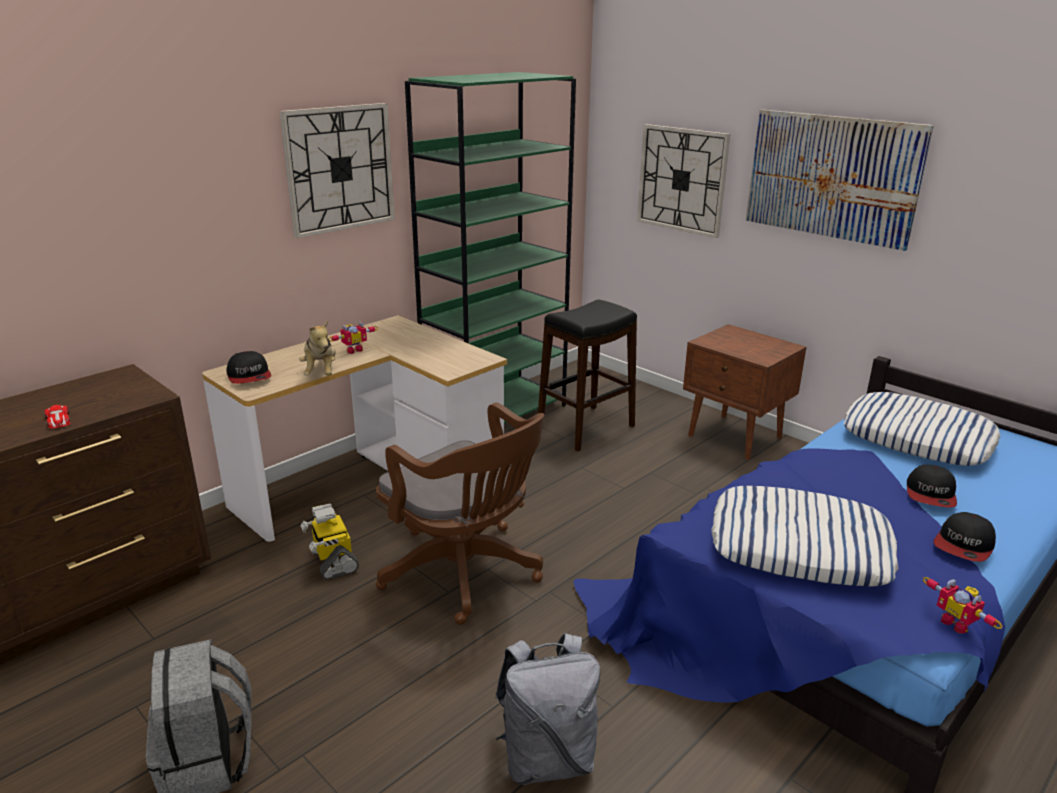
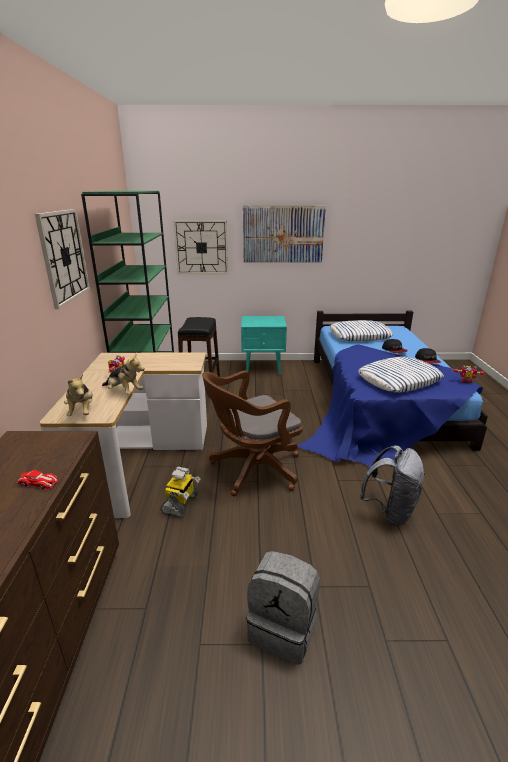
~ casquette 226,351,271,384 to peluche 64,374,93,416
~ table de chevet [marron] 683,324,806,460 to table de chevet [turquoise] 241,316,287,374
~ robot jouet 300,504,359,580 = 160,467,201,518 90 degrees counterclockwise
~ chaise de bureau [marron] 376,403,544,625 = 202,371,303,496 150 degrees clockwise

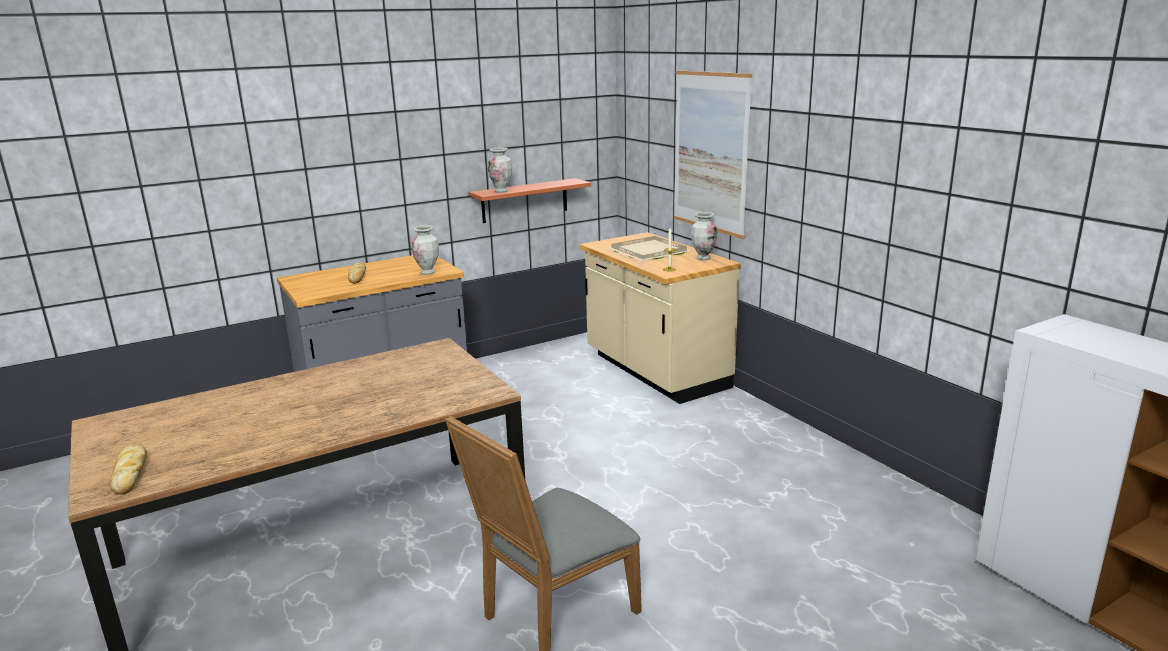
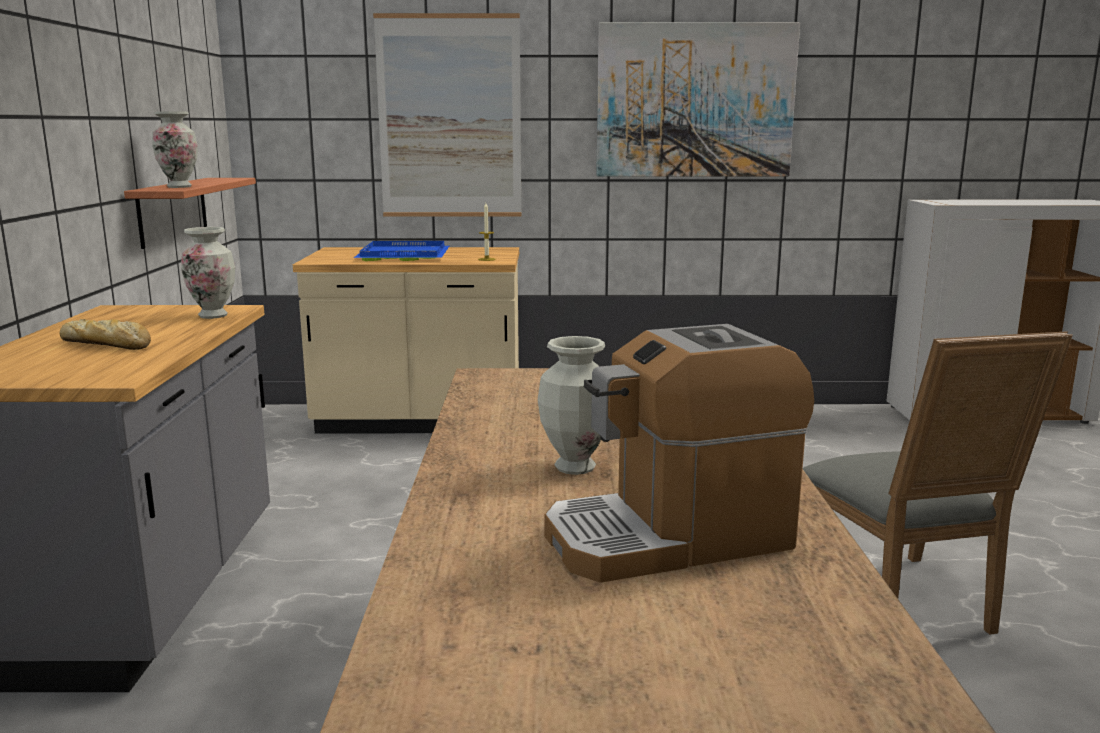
- pain 109,445,147,494
+ machine à café 544,324,814,583
+ tableau 596,22,800,176
~ vase 691,212,717,260 to 538,336,605,475
~ plateau [beige] 608,236,692,261 to plateau [bleu] 354,241,449,261

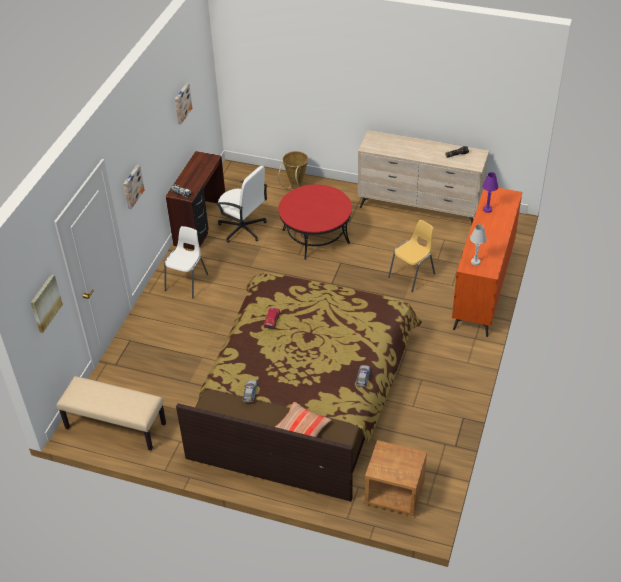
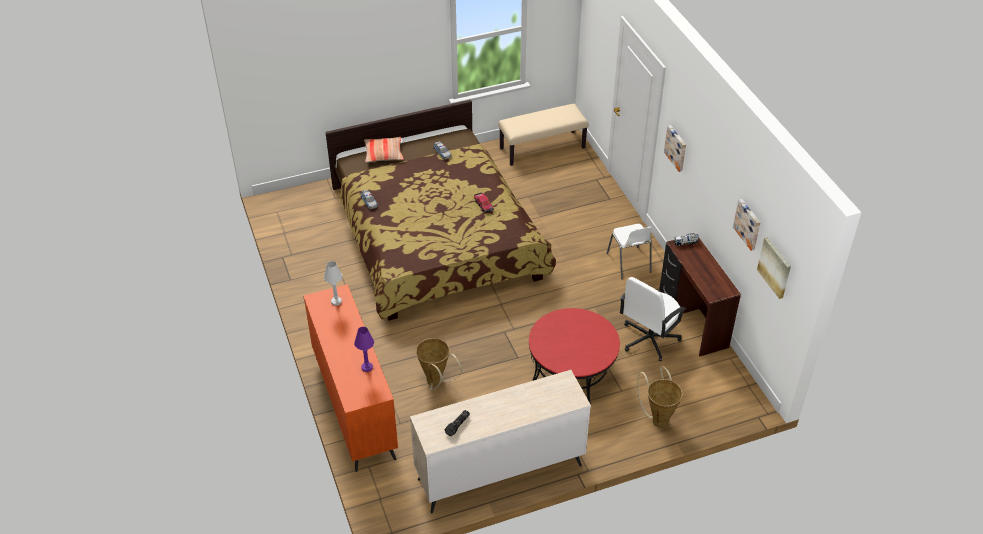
- table de chevet [marron] 364,440,427,516
~ tableau 31,274,63,333 to 757,237,791,299
~ chaise [jaune] 388,220,435,292 to panier 416,338,462,390
~ chaise de bureau [blanc] 216,166,267,243 = 620,277,686,361 45 degrees counterclockwise

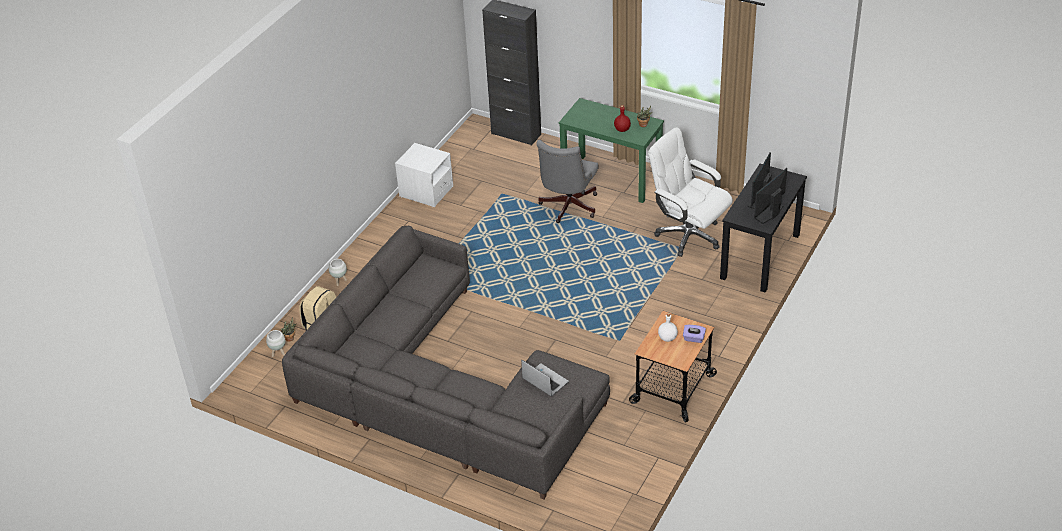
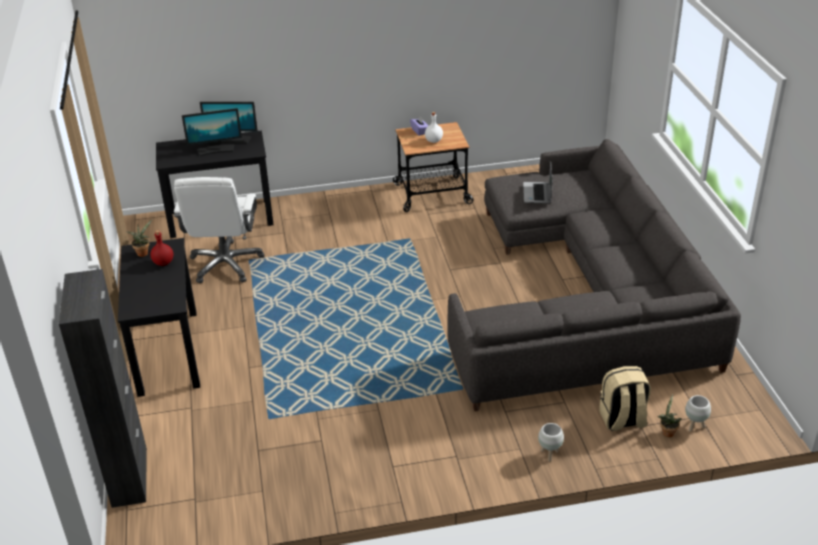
- table de chevet [blanc] 395,143,453,207
- chaise de bureau [gris] 536,140,599,223
~ bureau [vert] 558,98,664,203 to bureau [noir] 118,238,200,397

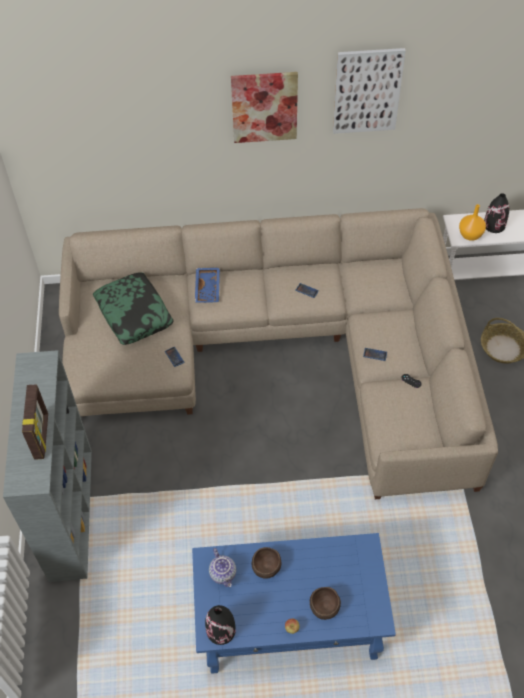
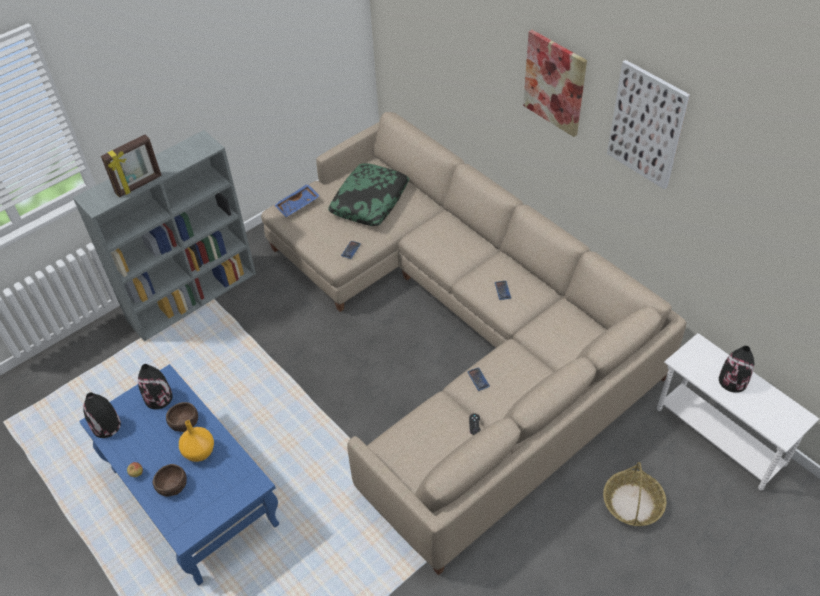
~ plateau [bleu] 195,268,220,303 to 274,184,320,217
~ vase [orange] 459,204,486,241 to 179,420,214,462
~ théière 209,548,236,587 to vase [noir] 138,364,173,409

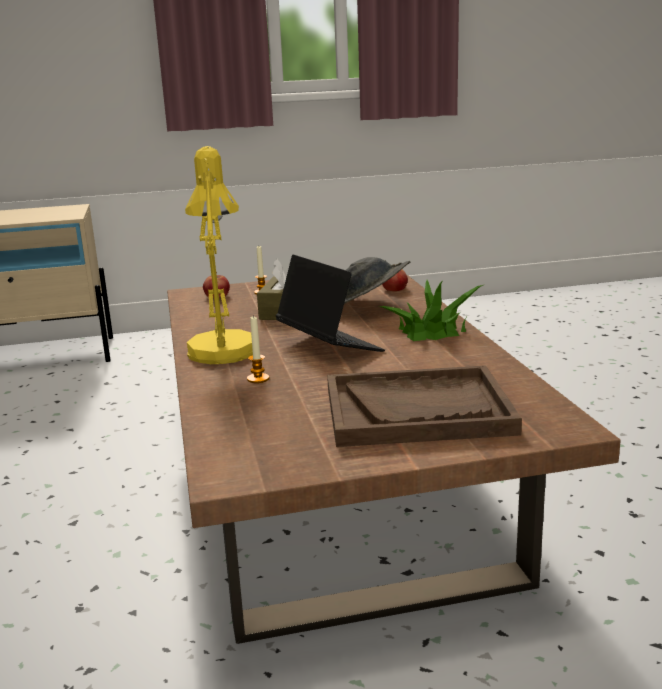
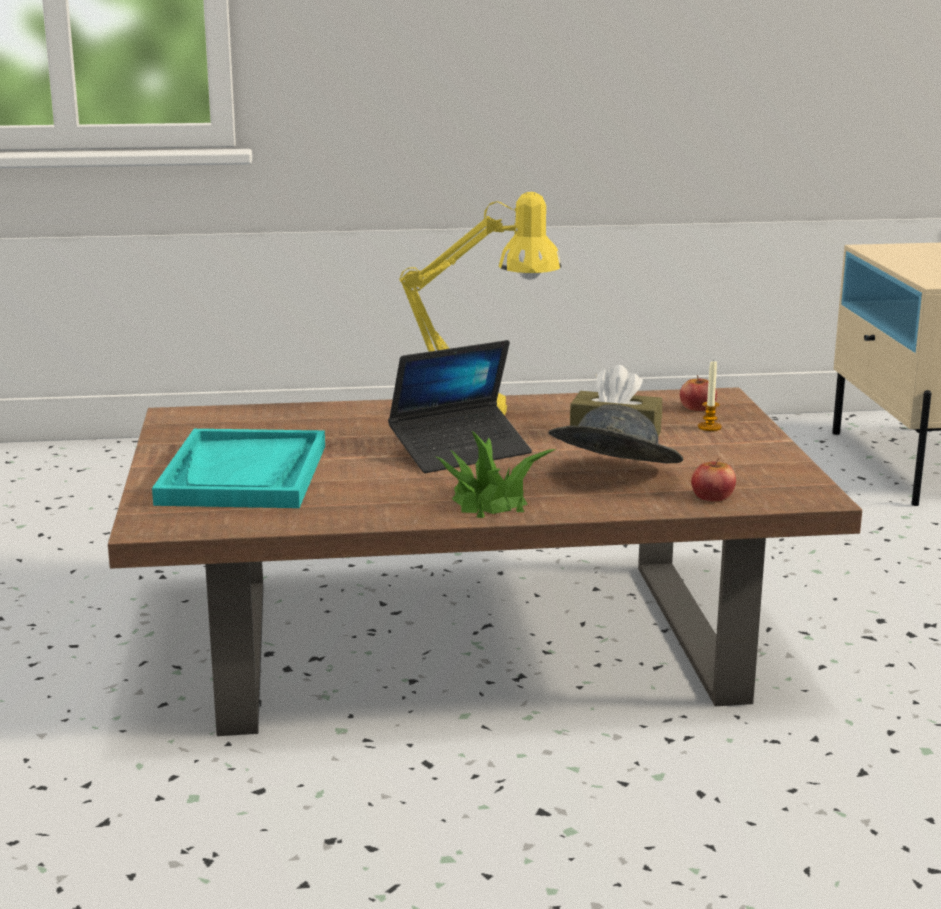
- bougie 247,315,269,383
~ plateau [marron] 327,365,522,447 to plateau [turquoise] 152,429,325,508

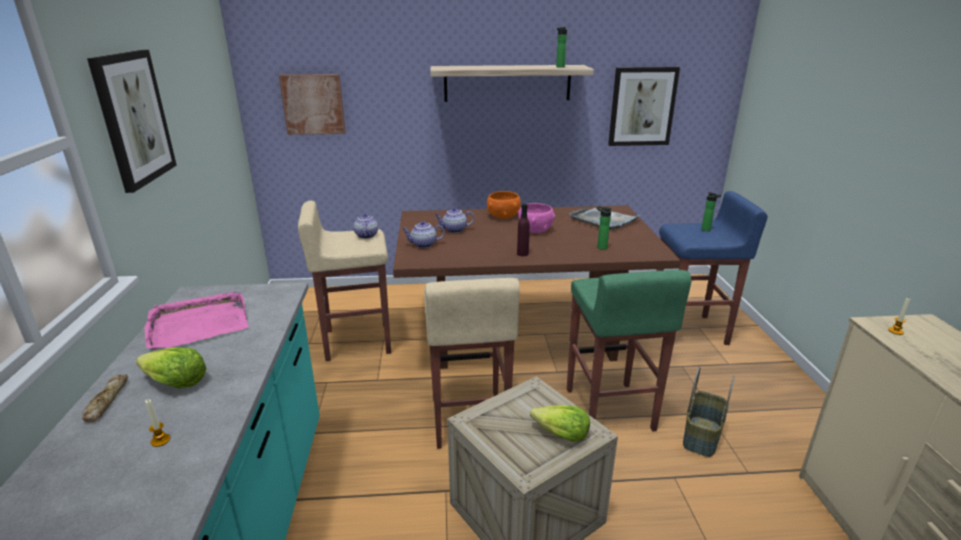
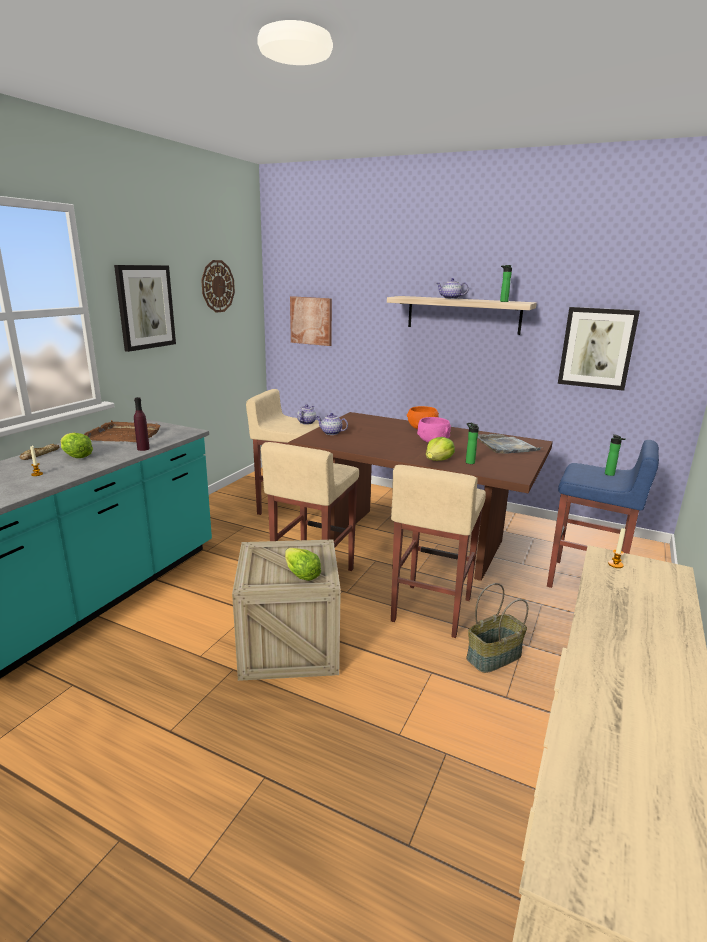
+ horloge murale 201,260,235,313
+ laitue 426,437,455,461
~ théière 435,208,474,233 to 436,278,469,299
~ bouteille [violet] 517,204,530,256 to 134,397,150,451
~ plateau [rose] 145,292,248,350 to plateau [marron] 84,420,161,442
~ tabouret [vert] 567,270,692,432 to tabouret [beige] 391,465,486,638

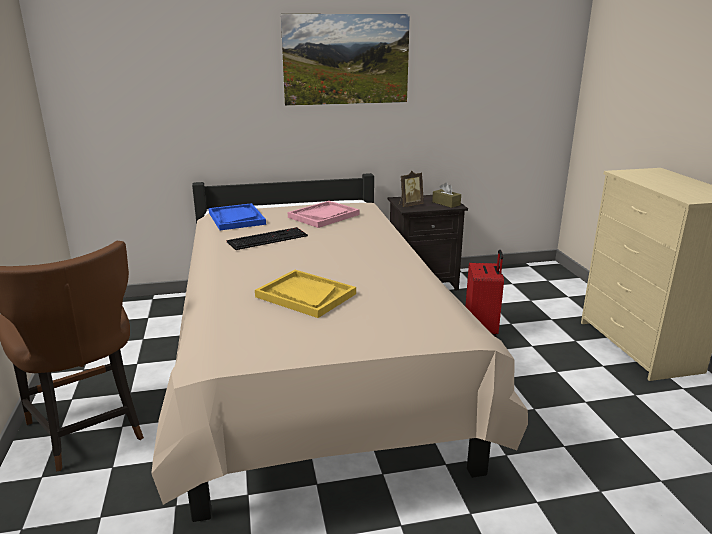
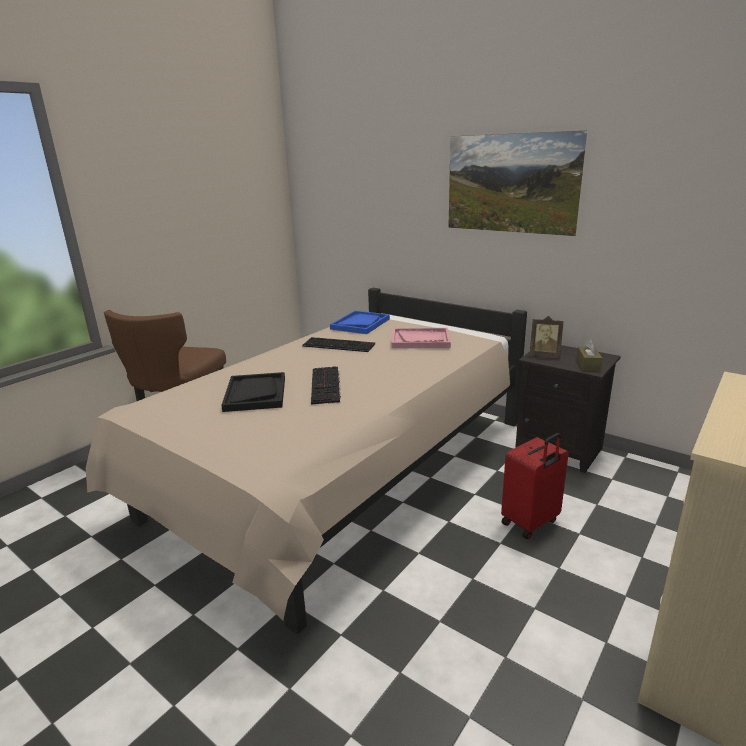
+ clavier 311,366,341,405
~ plateau [jaune] 255,270,356,318 to plateau [noir] 221,372,285,412

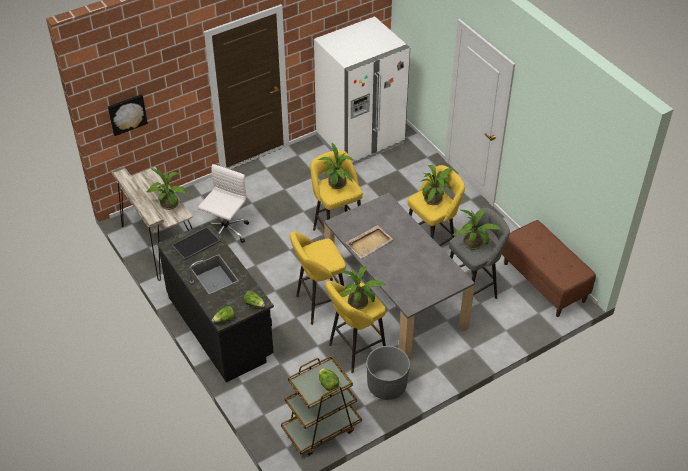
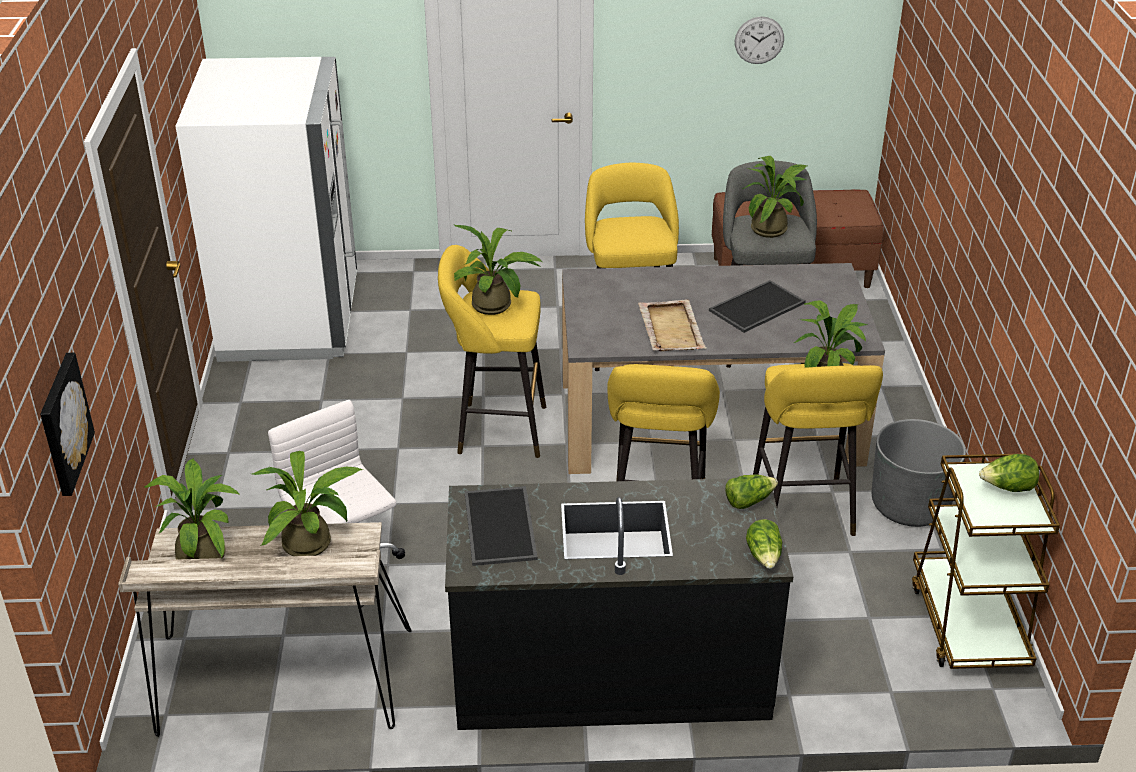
+ plateau 709,280,806,333
+ horloge murale 735,16,784,64
~ plante en pot 420,165,454,205 to 144,458,240,560

